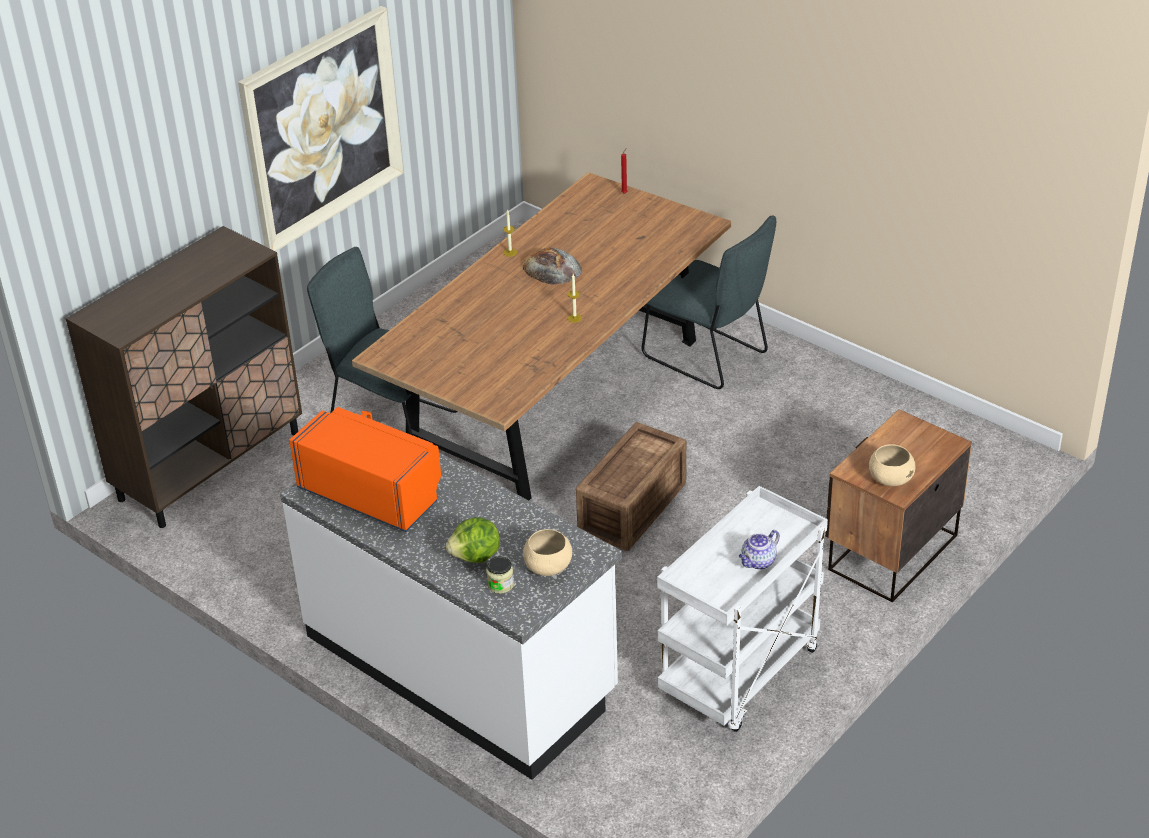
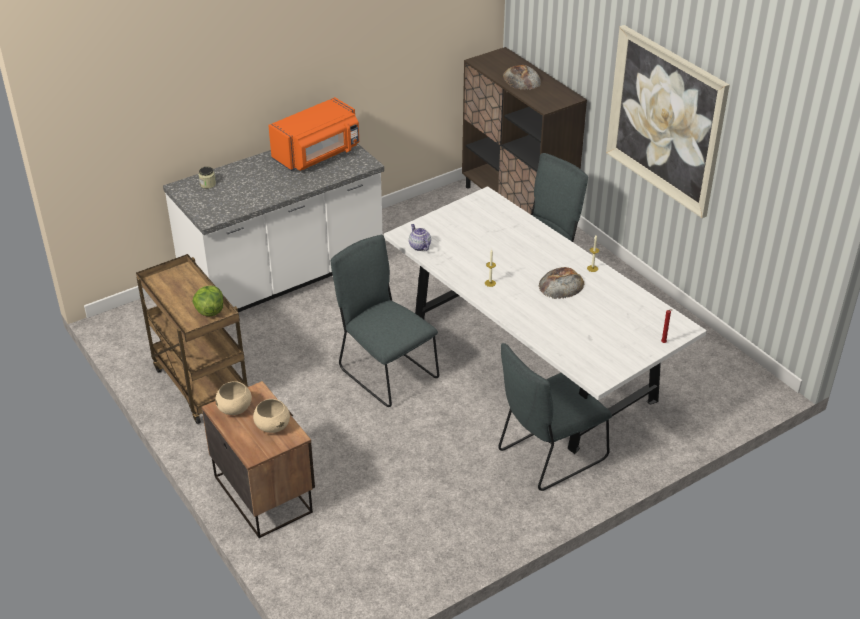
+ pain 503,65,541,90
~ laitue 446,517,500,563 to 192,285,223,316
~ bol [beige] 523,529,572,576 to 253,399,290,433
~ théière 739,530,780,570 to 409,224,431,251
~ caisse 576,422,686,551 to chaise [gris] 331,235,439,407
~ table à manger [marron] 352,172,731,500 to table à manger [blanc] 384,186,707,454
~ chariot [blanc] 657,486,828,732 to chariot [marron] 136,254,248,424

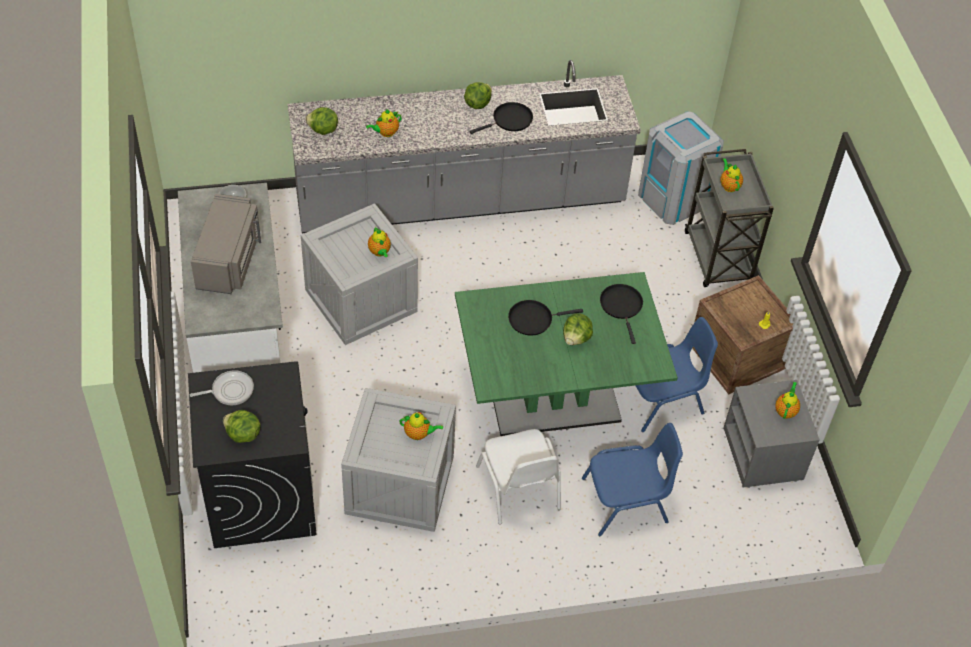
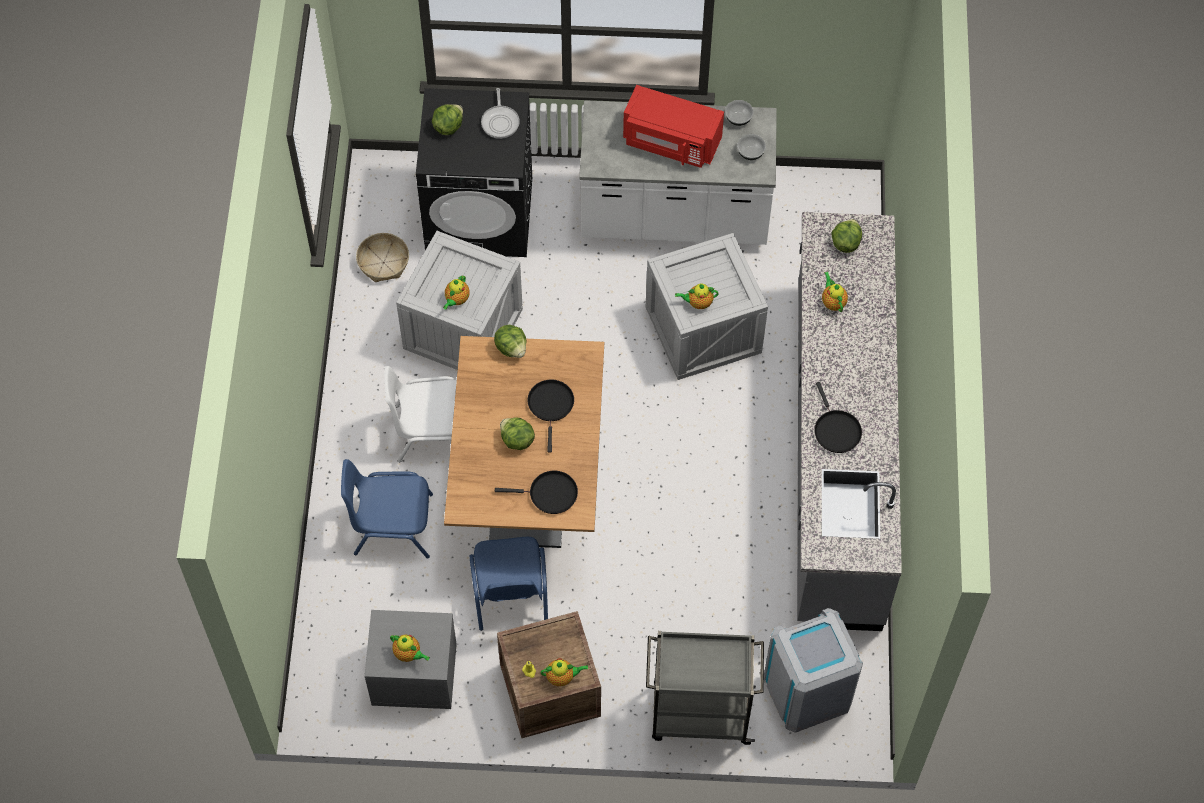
+ panier 356,233,409,282
+ bol 725,100,754,126
~ laitue 464,82,492,109 to 494,325,526,358
~ théière 720,158,743,192 to 540,658,588,686
~ micro-ondes [gris] 191,194,261,294 to micro-ondes [rouge] 623,85,724,168
~ table à manger [vert] 455,272,678,436 to table à manger [marron] 444,336,604,548
~ chaise [bleu] 582,423,683,536 = 341,459,433,559 90 degrees clockwise

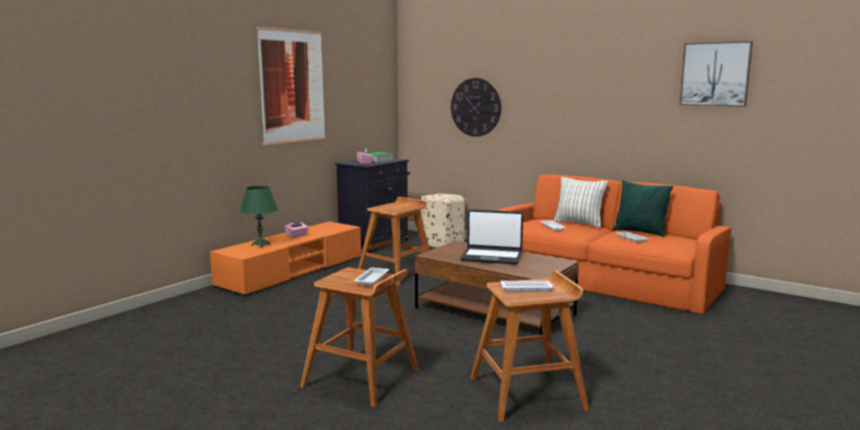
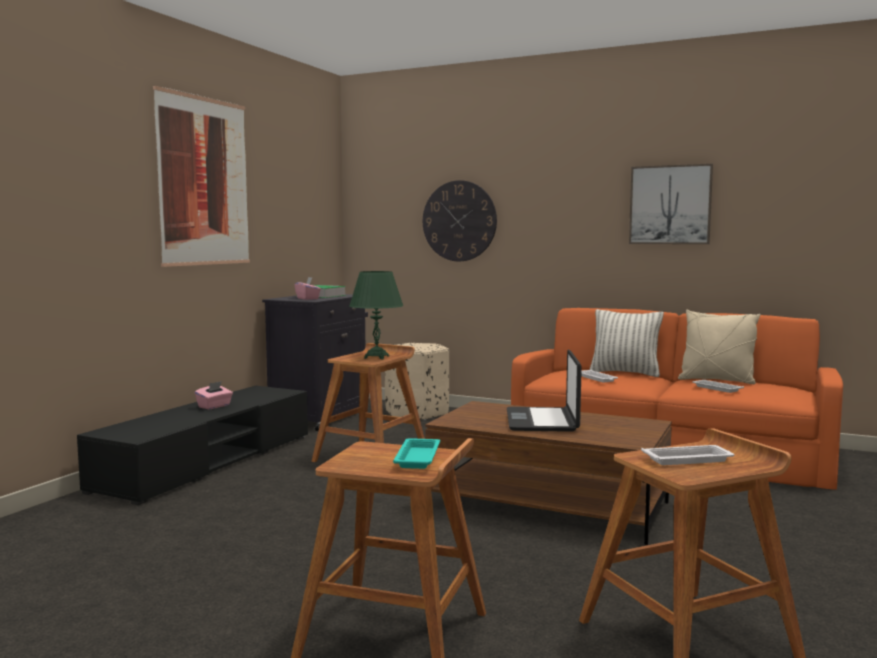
~ lampe de table [vert] 240,186,278,248 to 349,271,403,360
~ tableau 679,41,753,107 to 629,164,713,244
~ meuble télé [orange] 210,221,361,296 to meuble télé [noir] 77,386,308,505
~ plateau [blanc] 354,268,389,286 to plateau [turquoise] 393,438,440,469
~ coussin [vert] 612,180,673,236 to coussin [beige] 678,310,761,384
~ ordinateur portable 460,209,523,264 = 507,350,582,432 90 degrees clockwise

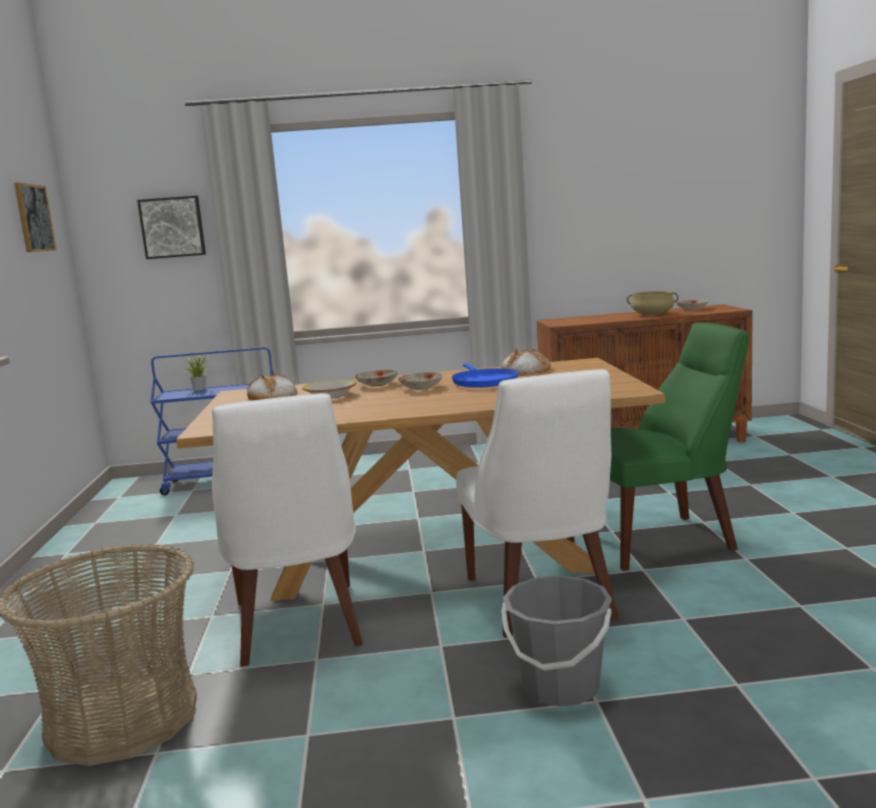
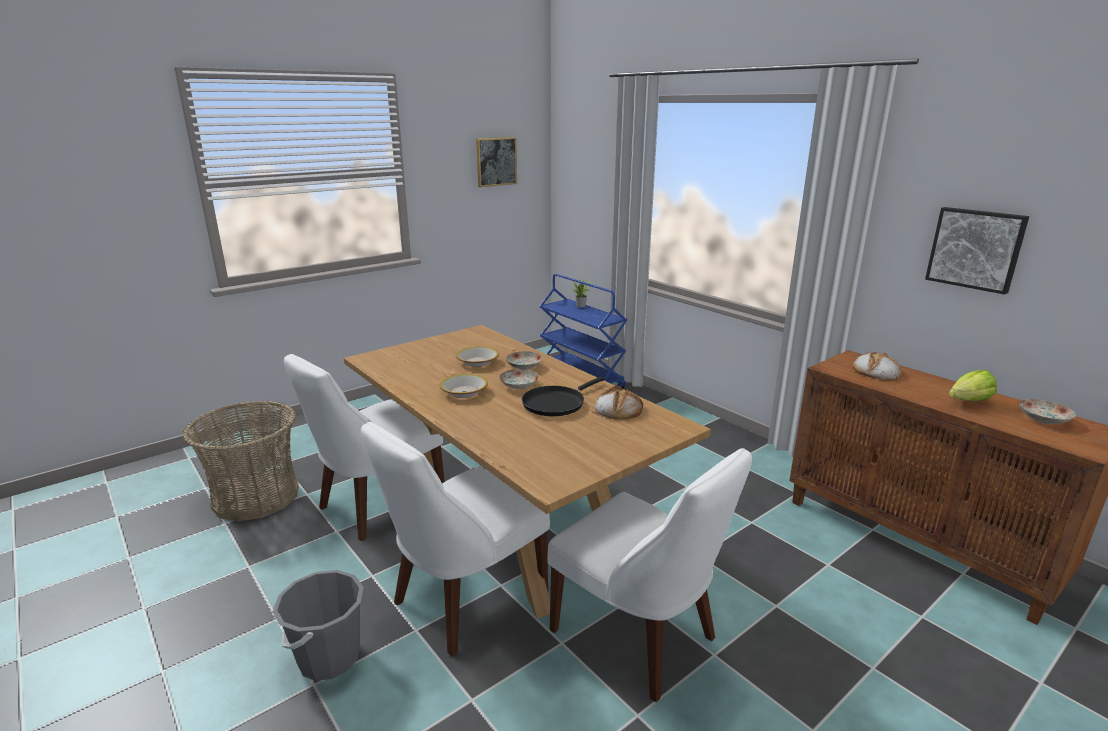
+ bol 440,374,488,398
~ tableau 137,195,206,259 to 925,207,1029,295
~ pain 247,373,297,400 to 853,352,901,380
~ marmite [beige] 627,291,678,315 to laitue 949,370,997,401
~ poêle [bleu] 452,363,519,388 to poêle [noir] 522,377,605,416
~ chaise [vert] 610,322,749,571 to chaise [blanc] 547,448,752,702

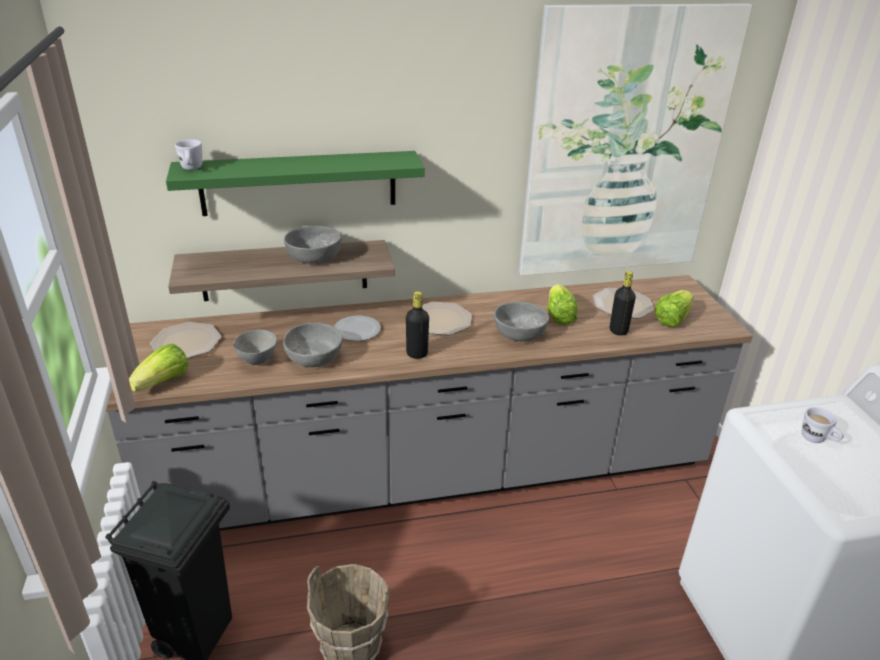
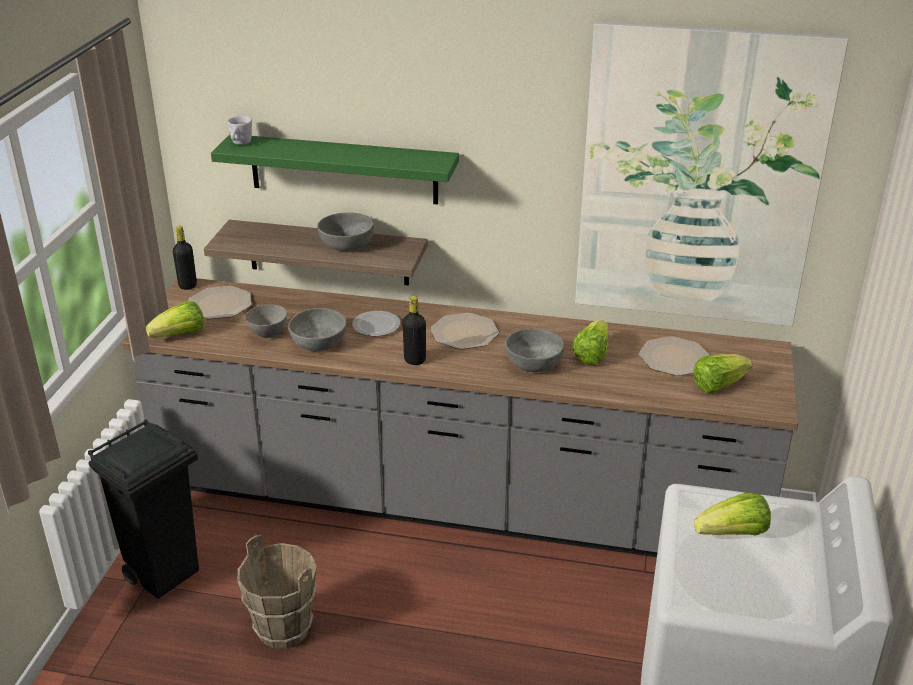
~ bouteille [noir] 610,271,636,336 to 173,226,197,290
~ mug [blanc] 802,407,844,443 to laitue 694,492,771,536

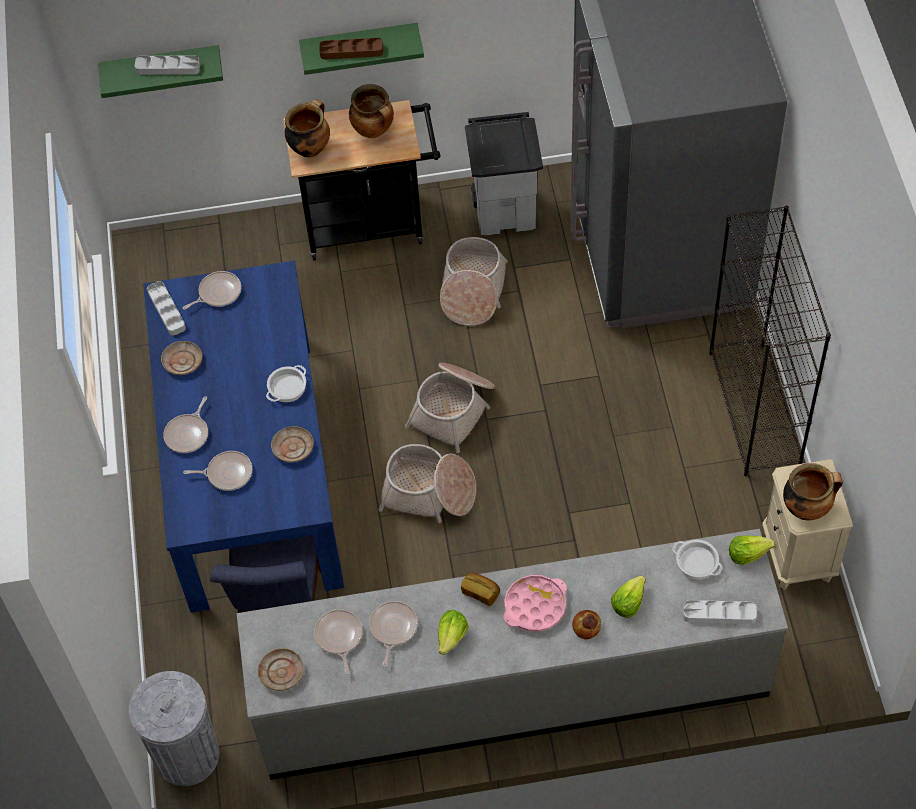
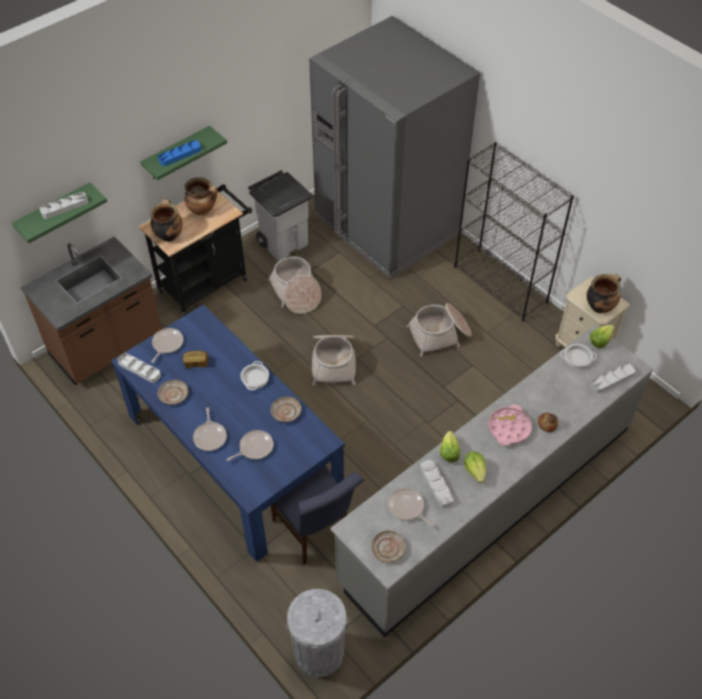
+ comptoir de cuisine [marron] 21,236,162,385
~ panier 378,444,476,523 to 406,303,472,357
~ pain 461,573,500,606 to 183,351,208,368
~ laitue 611,576,646,618 to 440,431,460,462
~ poêle 369,601,418,667 to plateau [gris] 420,460,454,508
~ plateau [marron] 319,38,383,59 to plateau [bleu] 158,140,201,166

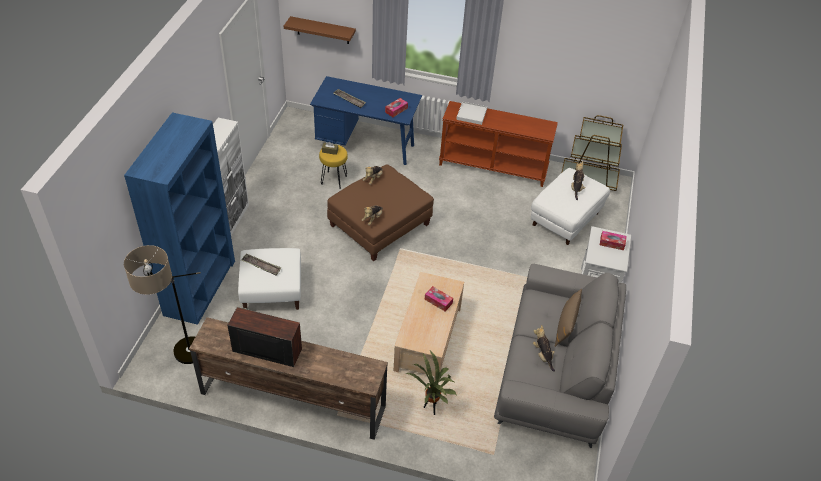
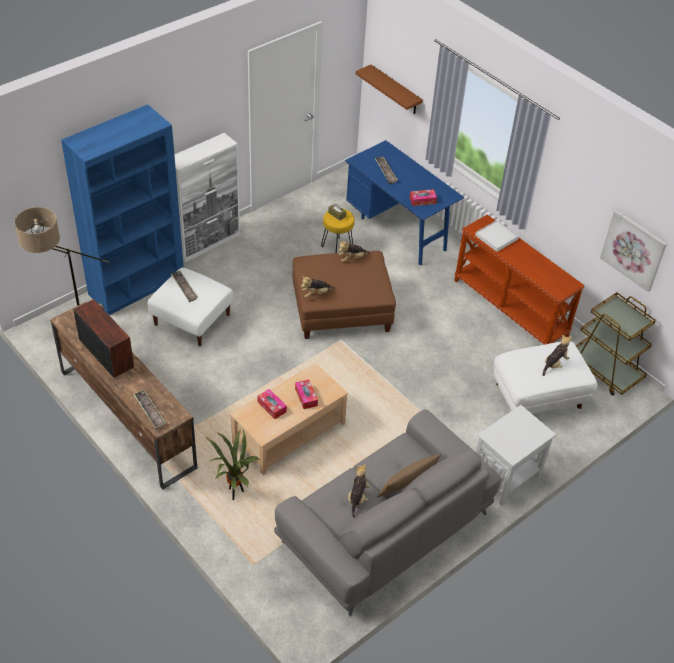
+ plateau 133,390,167,429
+ tableau 600,210,667,292
~ boîte à mouchoirs 600,231,627,250 to 257,389,287,419

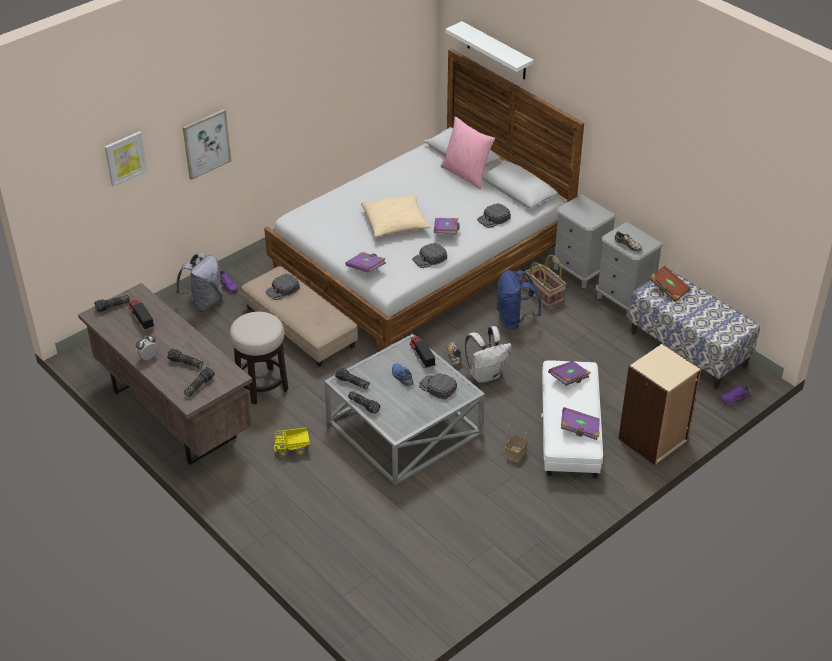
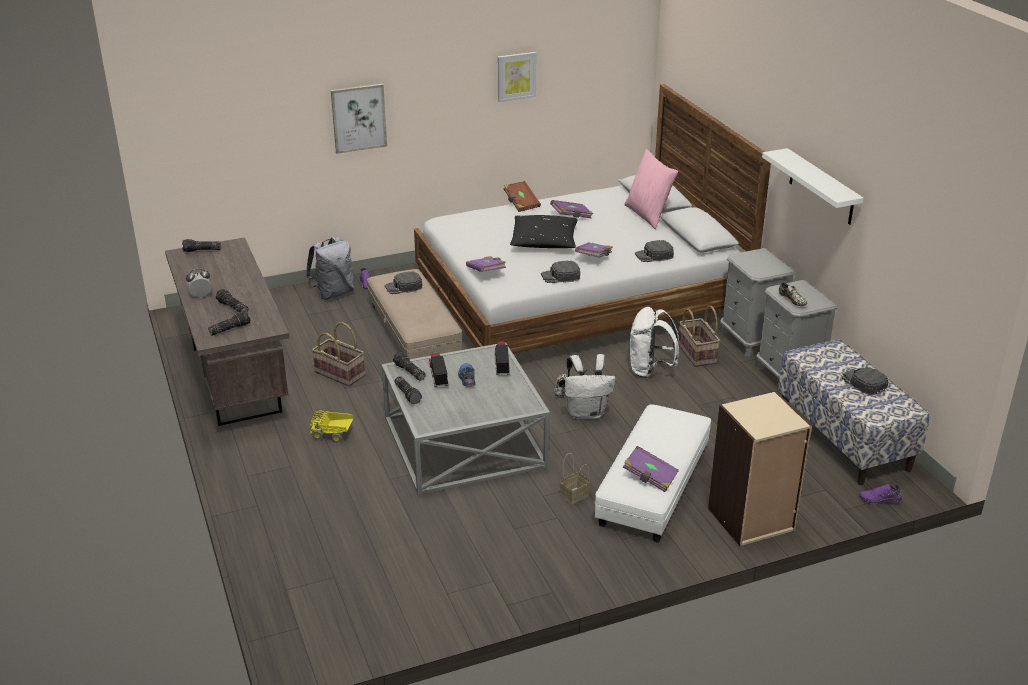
~ tableau 105,131,147,187 to 498,52,536,102
~ camion jouet 128,300,155,331 to 429,352,449,387
~ casquette [noir] 419,373,457,400 to 842,367,888,396
~ étagère [blanc] 445,21,534,80 to 762,148,864,225
~ livre [violet] 548,361,591,386 to 550,200,593,218
~ livre [marron] 650,265,691,302 to 504,181,541,212
~ tabouret 229,312,288,404 to panier 312,322,365,386
~ coussin [beige] 361,195,431,237 to coussin [noir] 510,215,578,248
~ sac à dos [bleu] 497,270,541,330 to sac à dos [blanc] 630,307,679,378

